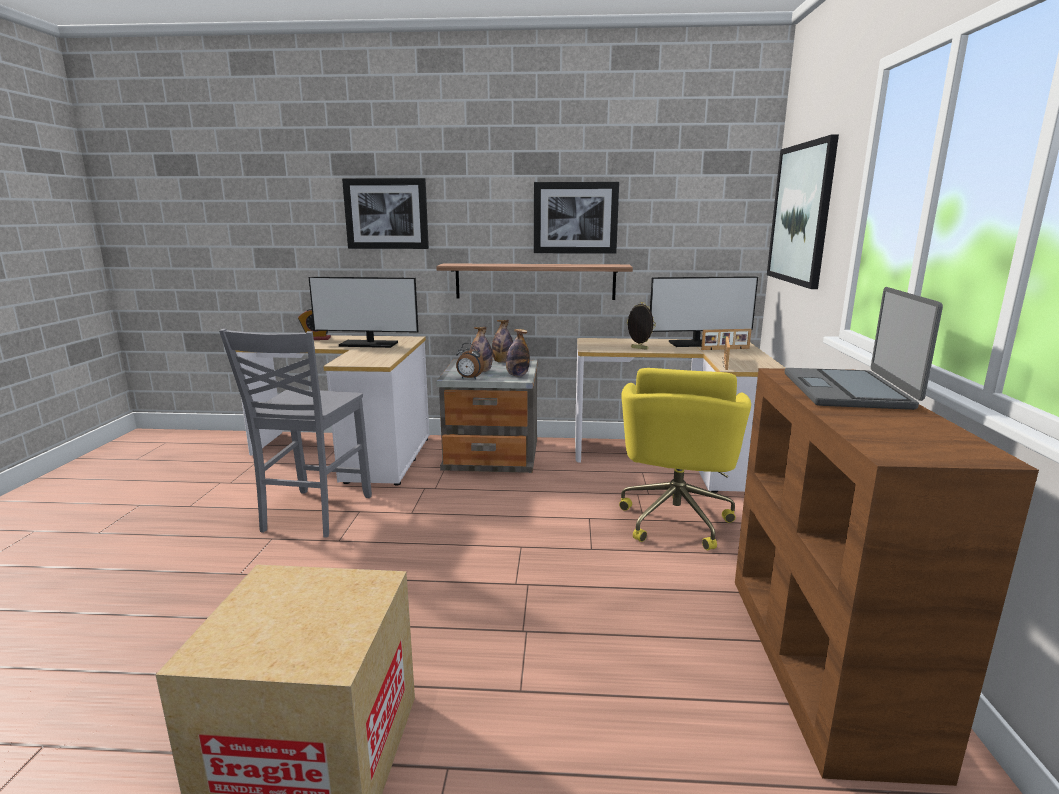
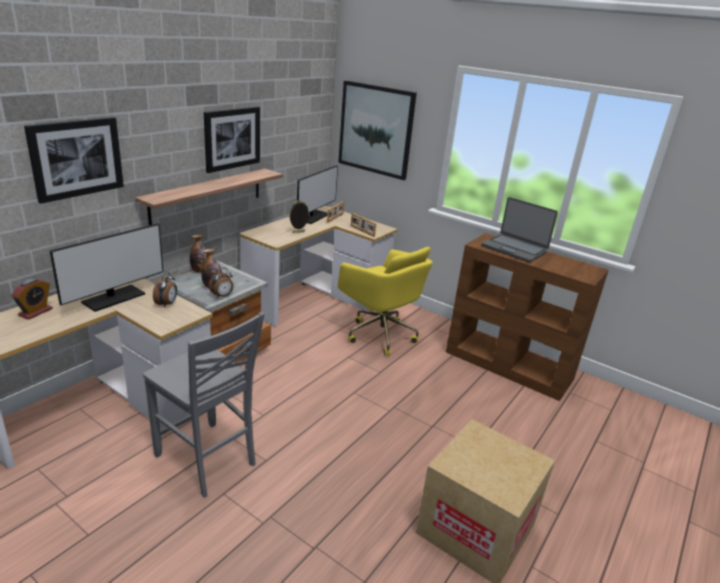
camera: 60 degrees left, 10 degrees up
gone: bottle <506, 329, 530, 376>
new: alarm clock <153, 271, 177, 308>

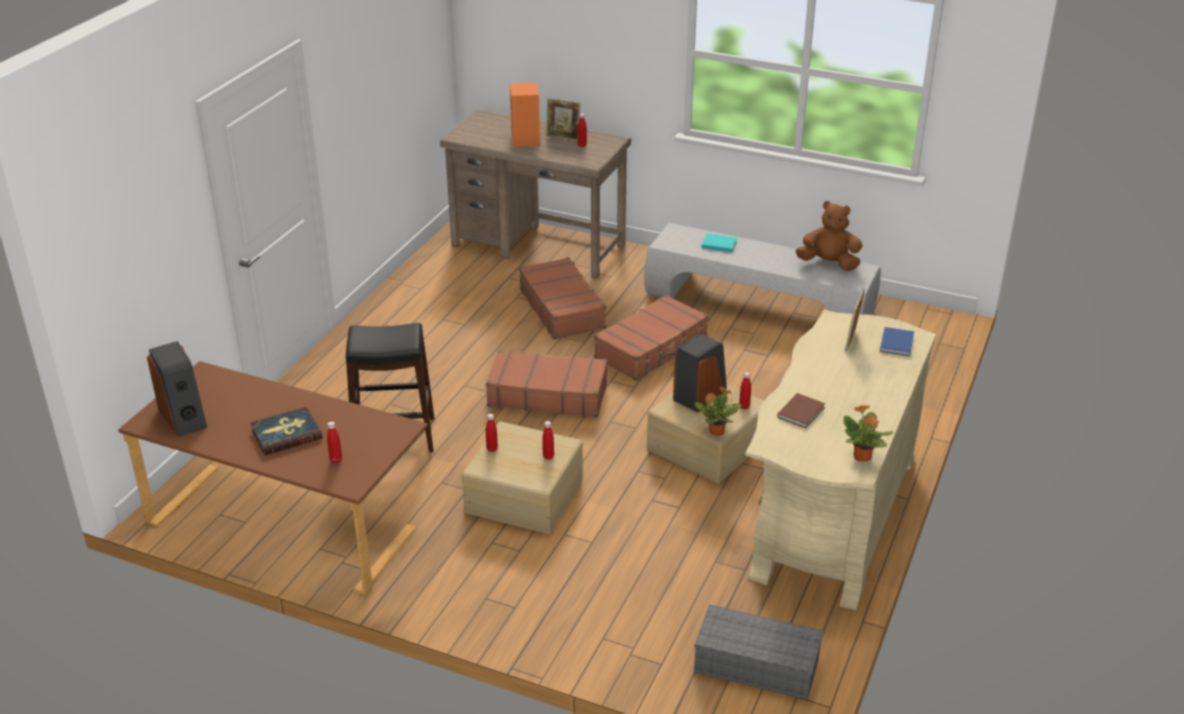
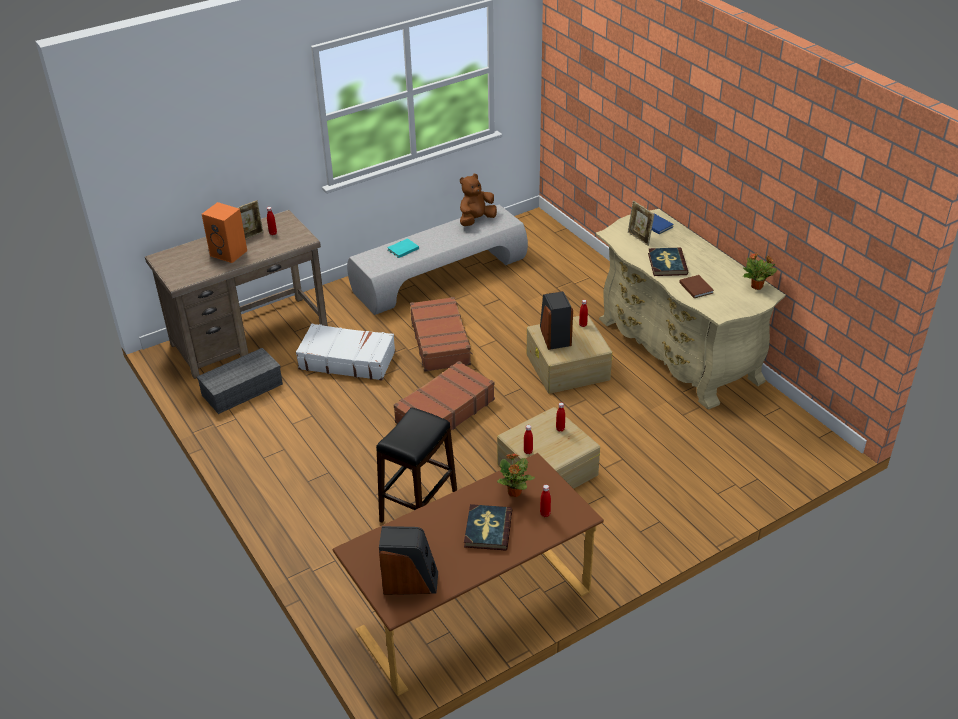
camera: 55 degrees left, 5 degrees up
new: book <648, 248, 689, 276>
shifted: potted plant <694, 387, 741, 436> to <497, 453, 535, 497>; grey storage box <694, 604, 823, 700> to <197, 348, 283, 414>
repainted: brown suitcase <519, 257, 606, 340> to white suitcase <296, 324, 395, 380>

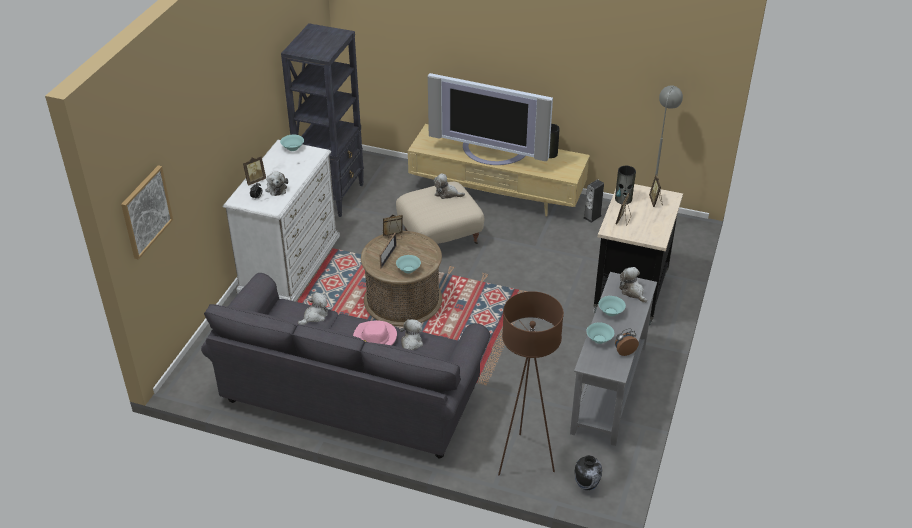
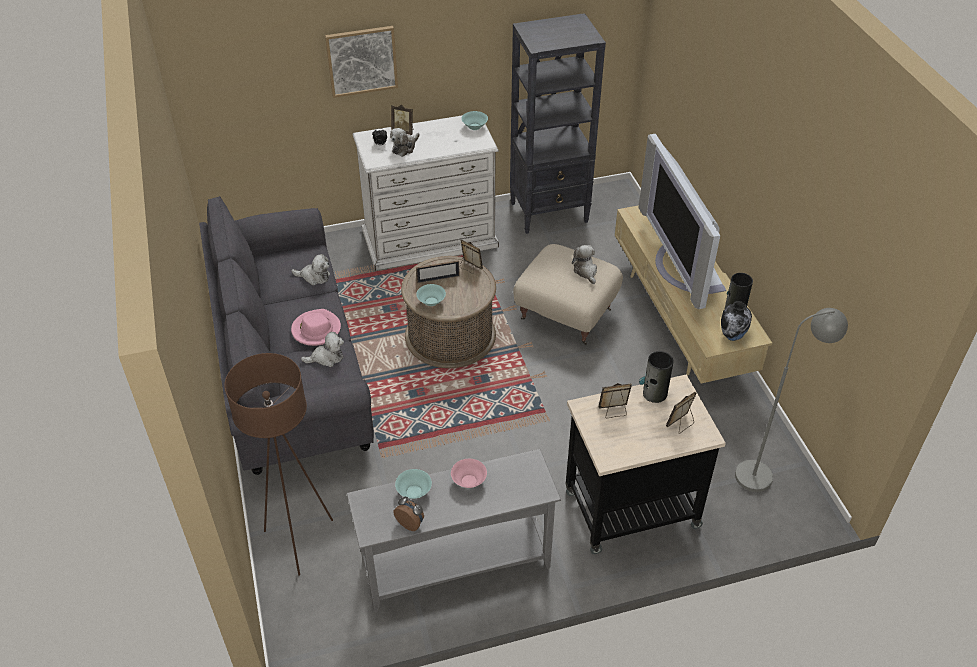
camera: 55 degrees right, 5 degrees up
gone: speaker <583, 179, 604, 223>; plush toy <619, 267, 647, 303>
shifted: picture <121, 165, 173, 260> to <325, 26, 398, 98>; vase <574, 455, 602, 490> to <721, 301, 752, 341>
repainted: turquoise bowl <598, 296, 626, 316> to pink bowl <451, 459, 487, 488>

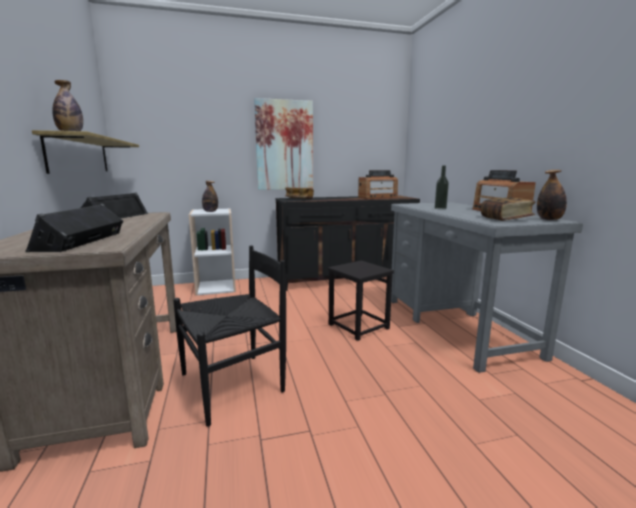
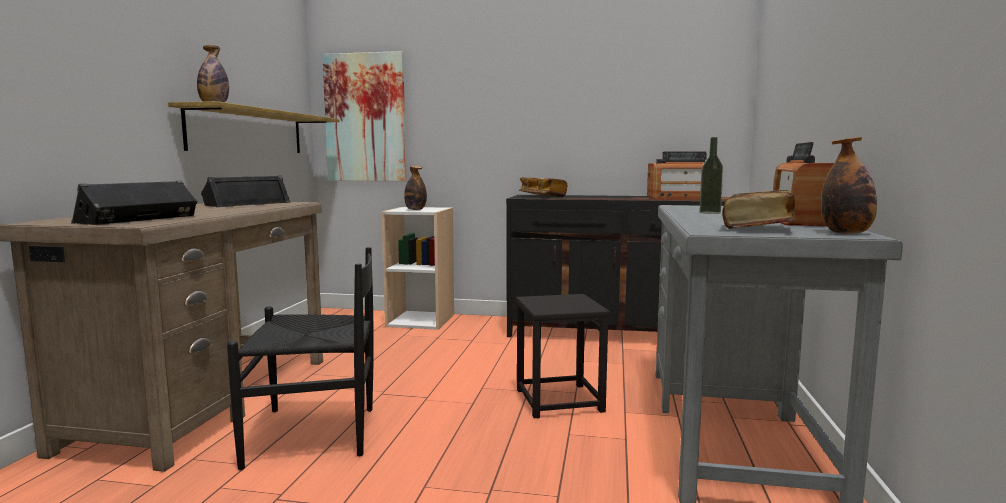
camera: 25 degrees right, 5 degrees down
shifted: picture <254, 98, 313, 190> to <322, 51, 406, 181>

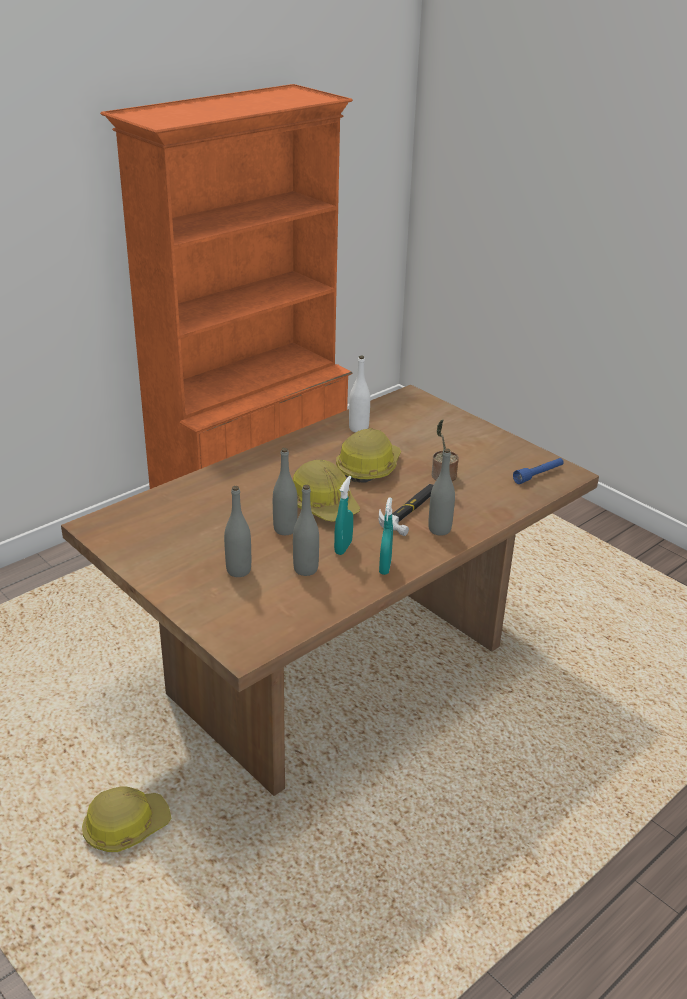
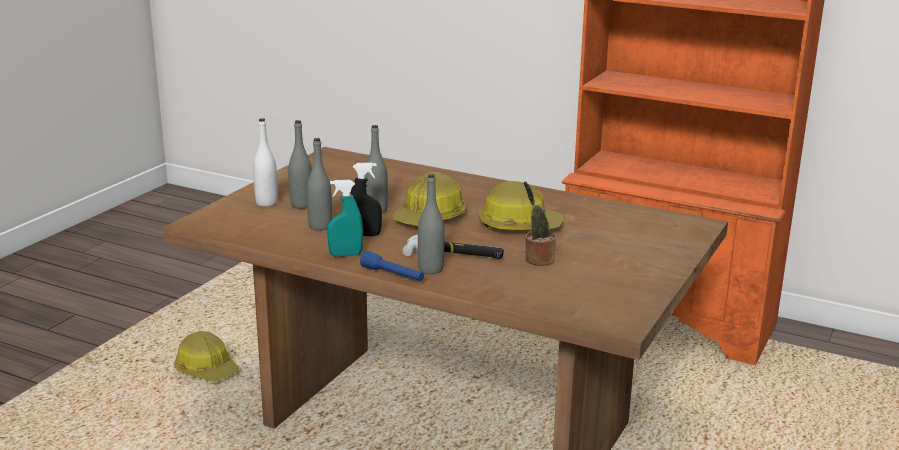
camera: 70 degrees right, 10 degrees down
shifted: white bottle <349, 356, 370, 433> to <253, 118, 278, 207>; blue flashlight <513, 458, 564, 484> to <360, 251, 424, 281>
repainted: turquoise spray bottle <334, 476, 353, 555> to black spray bottle <350, 163, 382, 236>

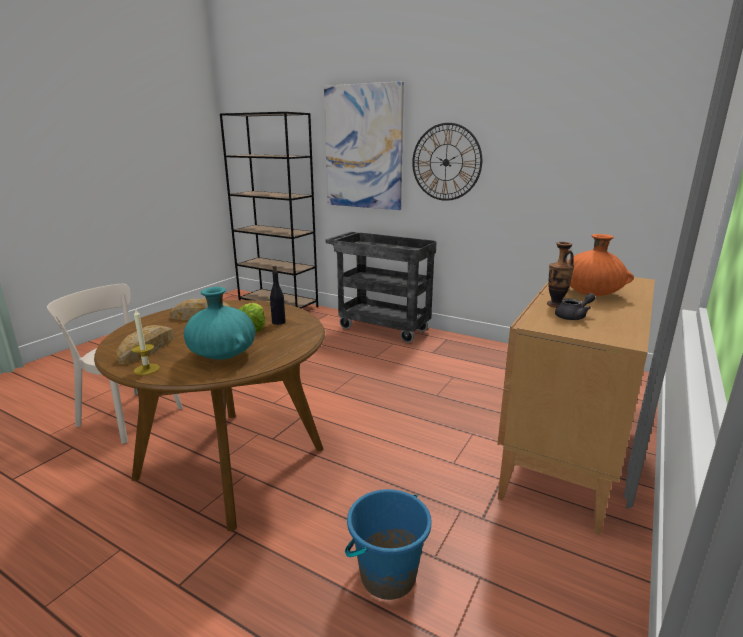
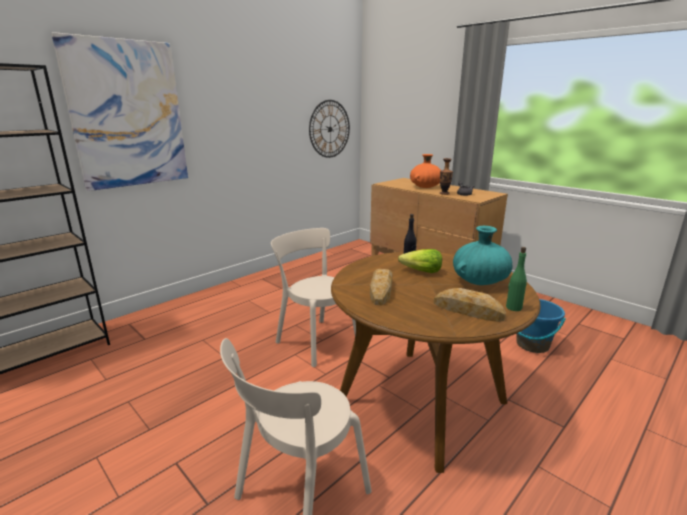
camera: 75 degrees left, 0 degrees up
gone: black cart <326, 232, 437, 343>
new: beige chair <271, 228, 356, 367>
shifted: wall clock <412, 123, 482, 201> to <309, 100, 350, 158>
swapped: candle <132, 308, 160, 375> to green bottle <506, 247, 527, 311>

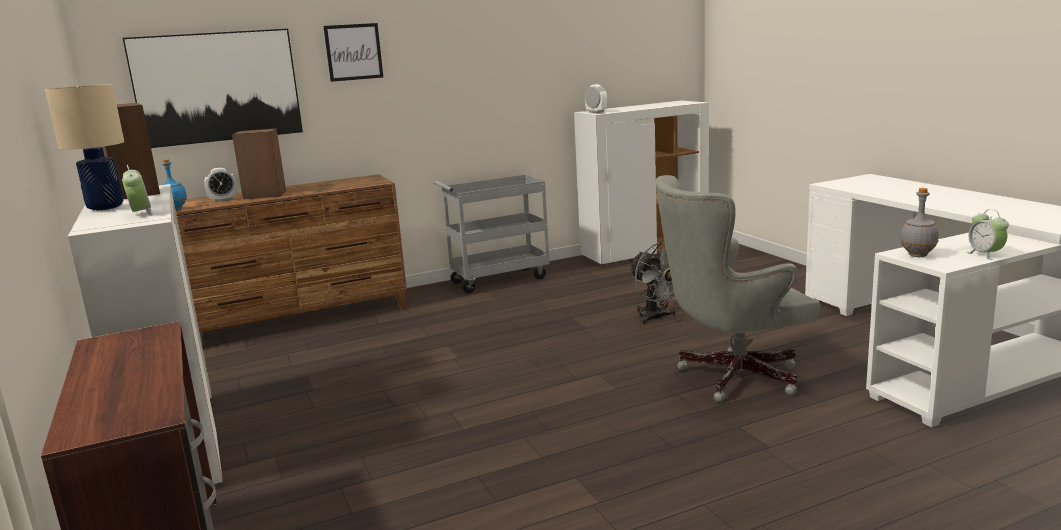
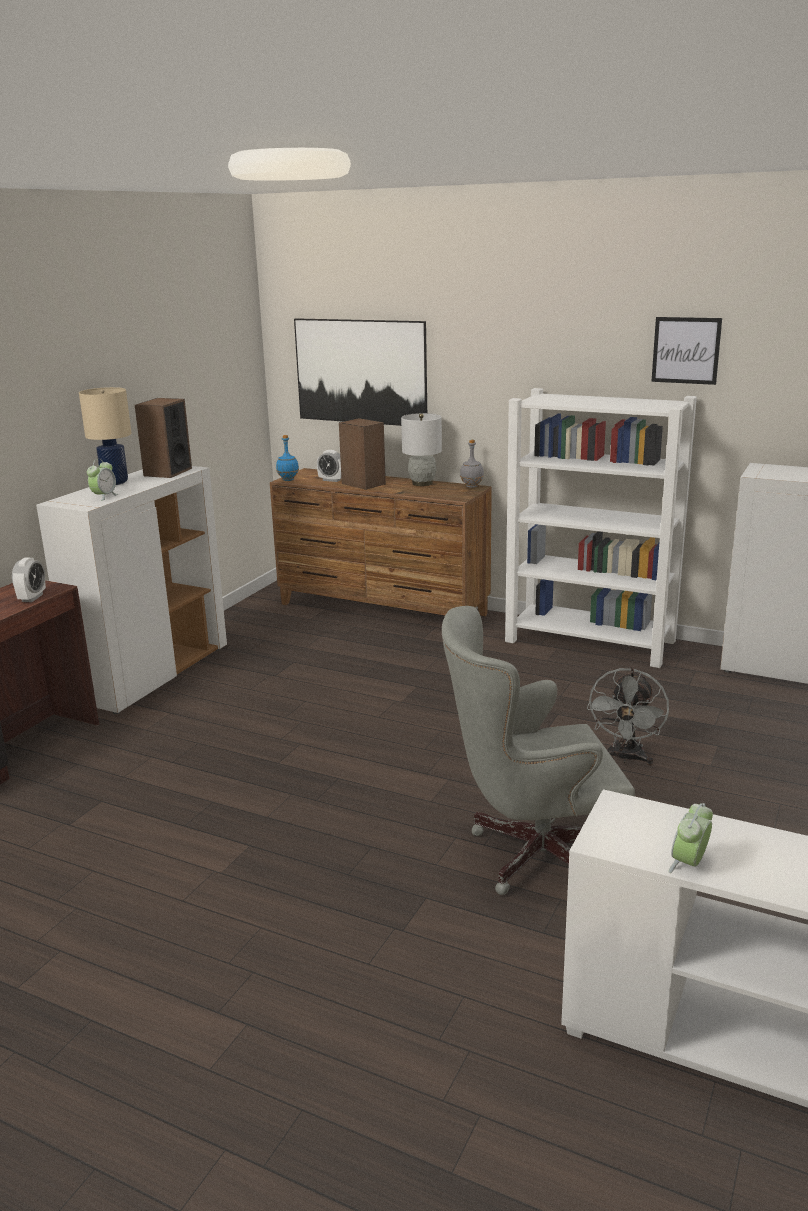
camera: 50 degrees right, 5 degrees up
new: white table lamp <401, 413, 442, 486>
shifted: picture <323, 23, 383, 82> to <651, 317, 722, 385>; alarm clock <585, 84, 607, 113> to <12, 557, 46, 602>; grey bottle <900, 188, 939, 257> to <460, 440, 484, 488>
swapped: grey cart <433, 175, 550, 293> to white bookcase <505, 388, 697, 668>
rotated: grey office chair <656, 175, 820, 402> = <442, 606, 635, 895> 45 degrees counterclockwise

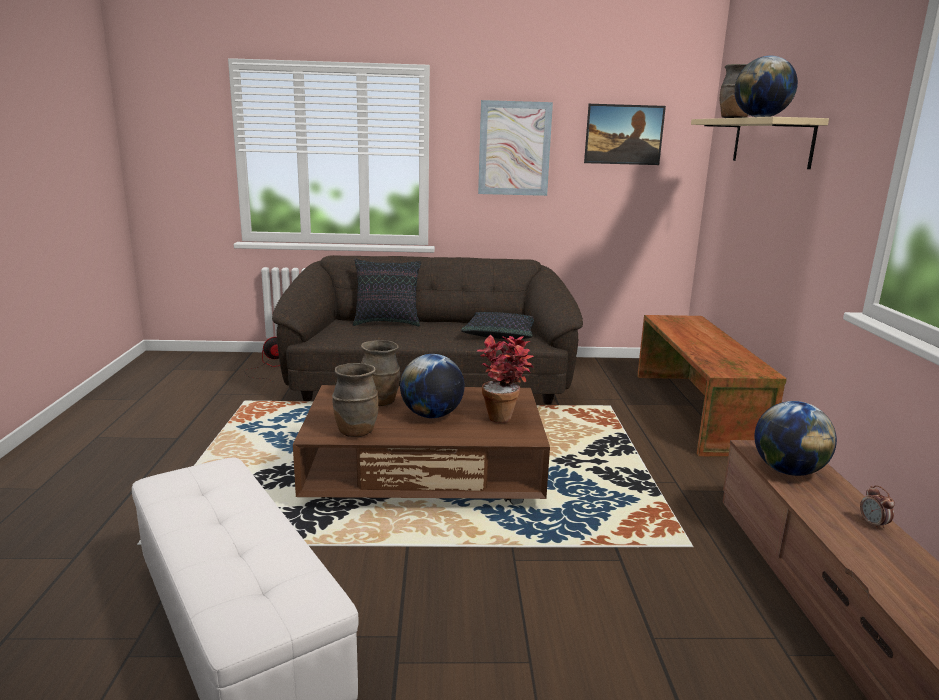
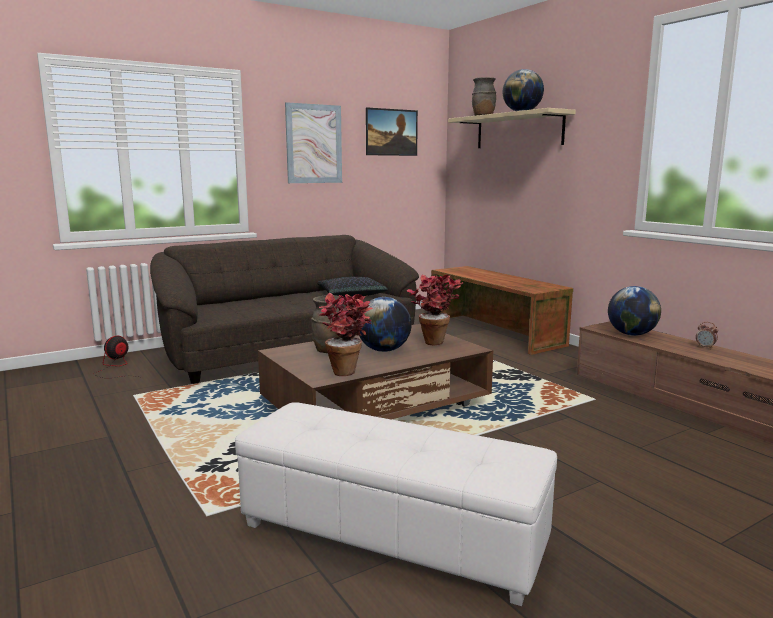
camera: 30 degrees left, 5 degrees down
gone: black pillow <353, 259, 421, 326>
swapped: brown vase <332, 363, 379, 437> to potted plant <319, 293, 373, 376>

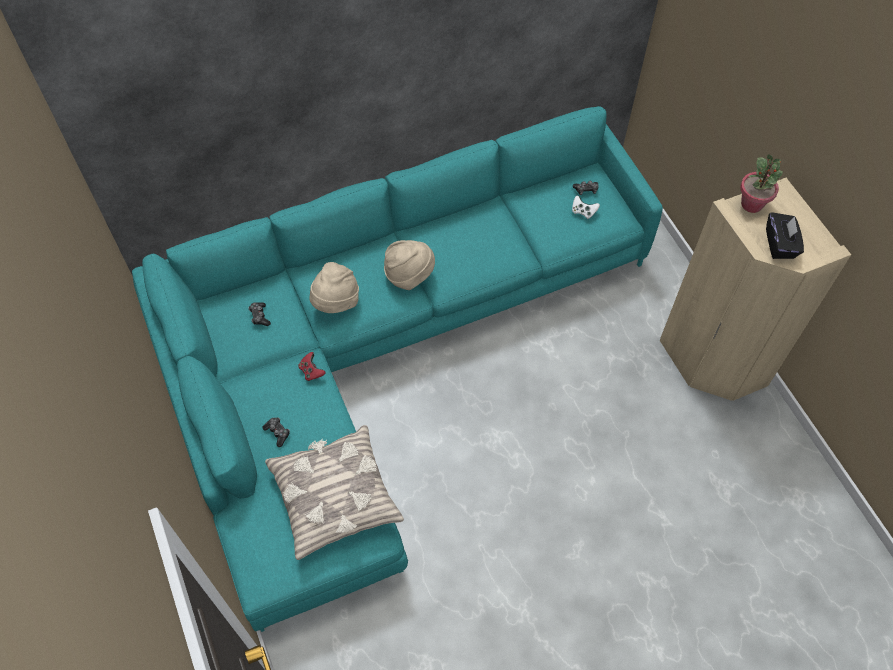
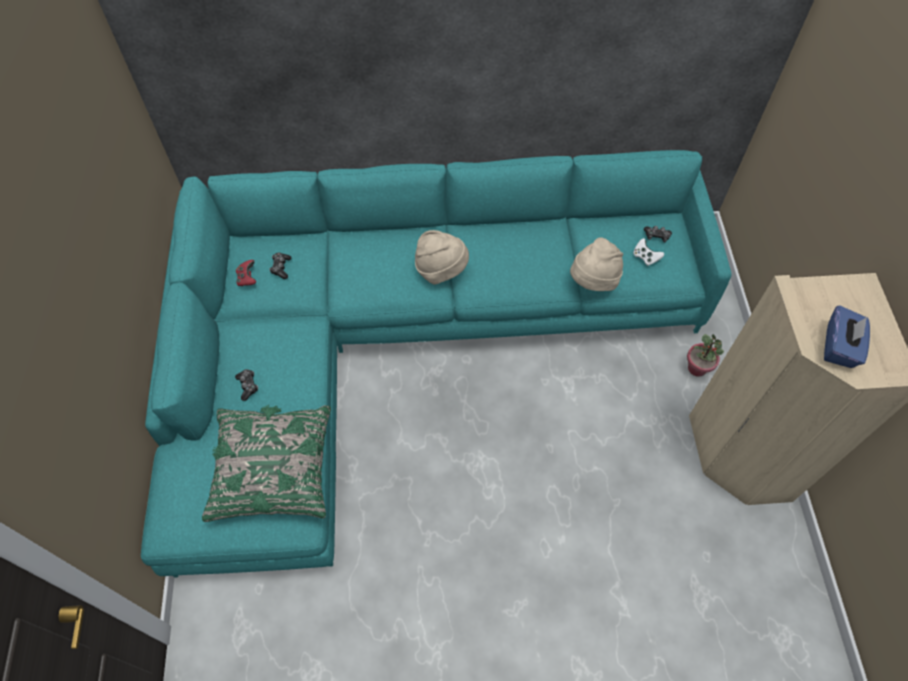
camera: 20 degrees right, 0 degrees up
shifted: red game controller <299, 352, 326, 381> to <236, 260, 256, 286>; beige hat <309, 262, 359, 313> to <570, 237, 623, 291>; potted plant <740, 154, 783, 213> to <687, 334, 724, 377>
repainted: beige pillow <265, 425, 404, 560> to green pillow <202, 405, 331, 522>; black tissue box <766, 212, 804, 259> to blue tissue box <824, 305, 870, 368>

